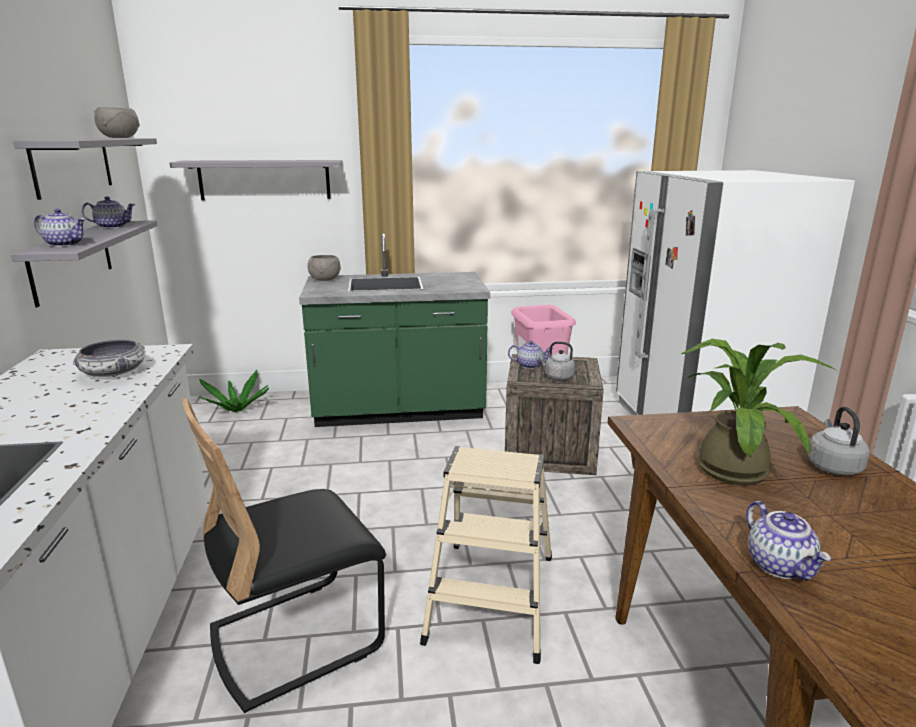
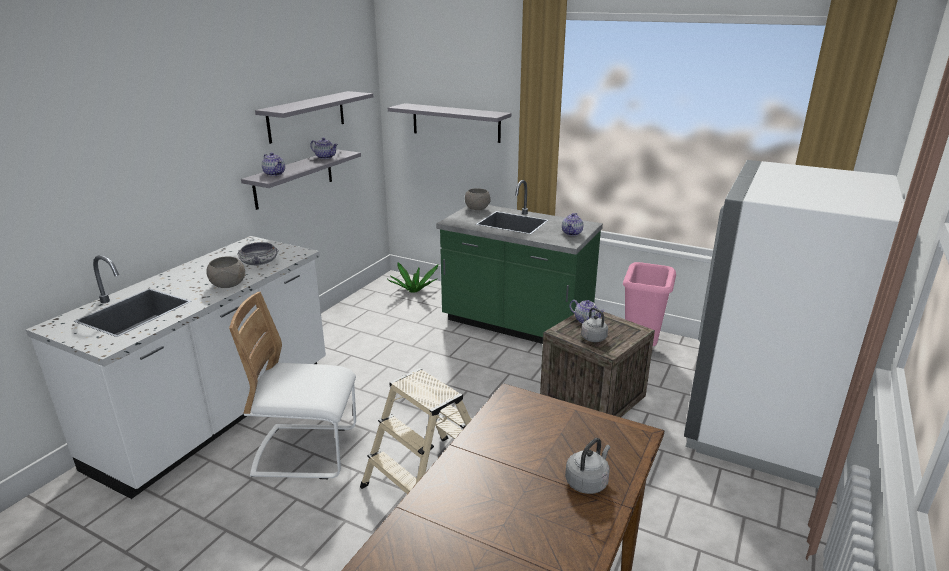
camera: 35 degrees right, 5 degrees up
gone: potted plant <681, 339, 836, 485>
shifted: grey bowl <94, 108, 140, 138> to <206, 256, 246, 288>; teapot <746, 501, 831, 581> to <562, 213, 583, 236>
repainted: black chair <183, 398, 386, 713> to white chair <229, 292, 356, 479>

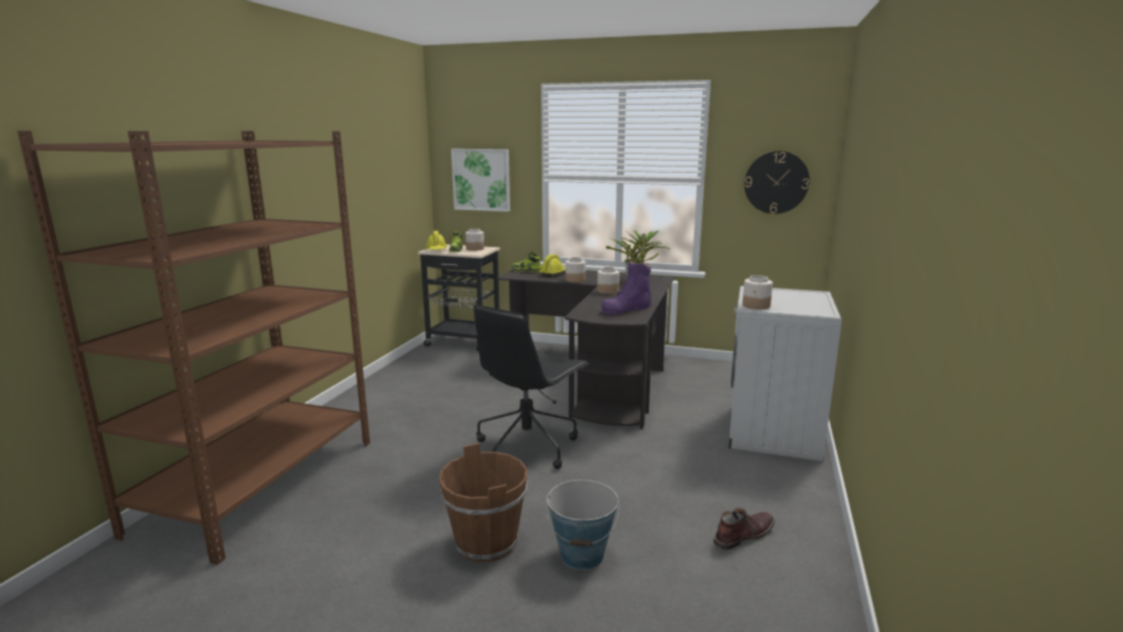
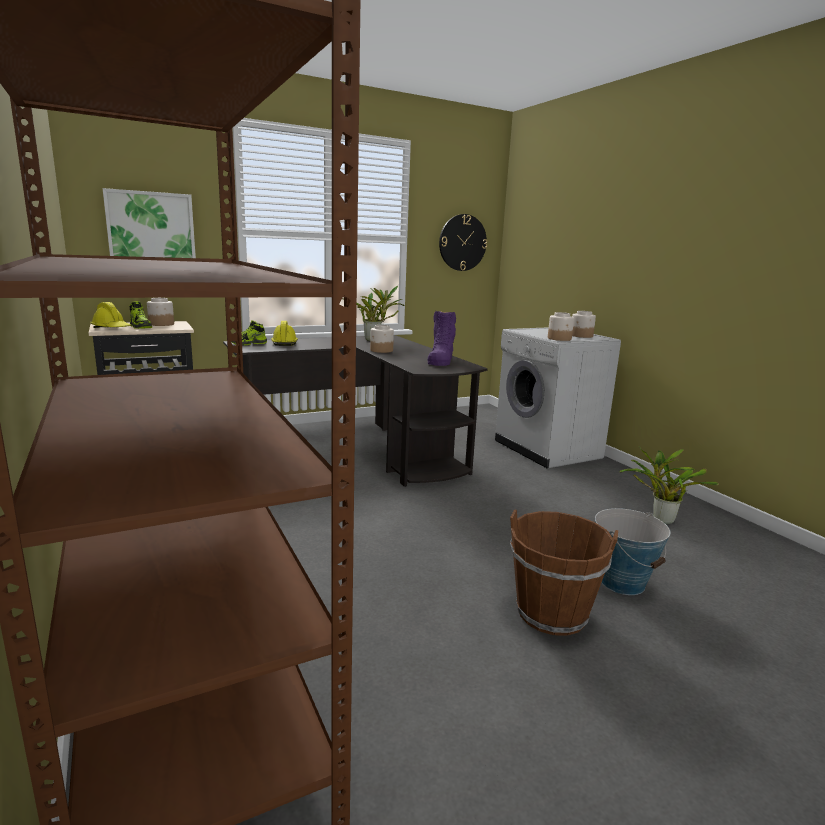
camera: 45 degrees left, 0 degrees up
gone: black office chair <474, 304, 589, 469>
shifted: jar <565, 257, 586, 282> to <572, 311, 596, 338>
swapped: brown boot <713, 508, 775, 550> to potted plant <620, 446, 719, 524>

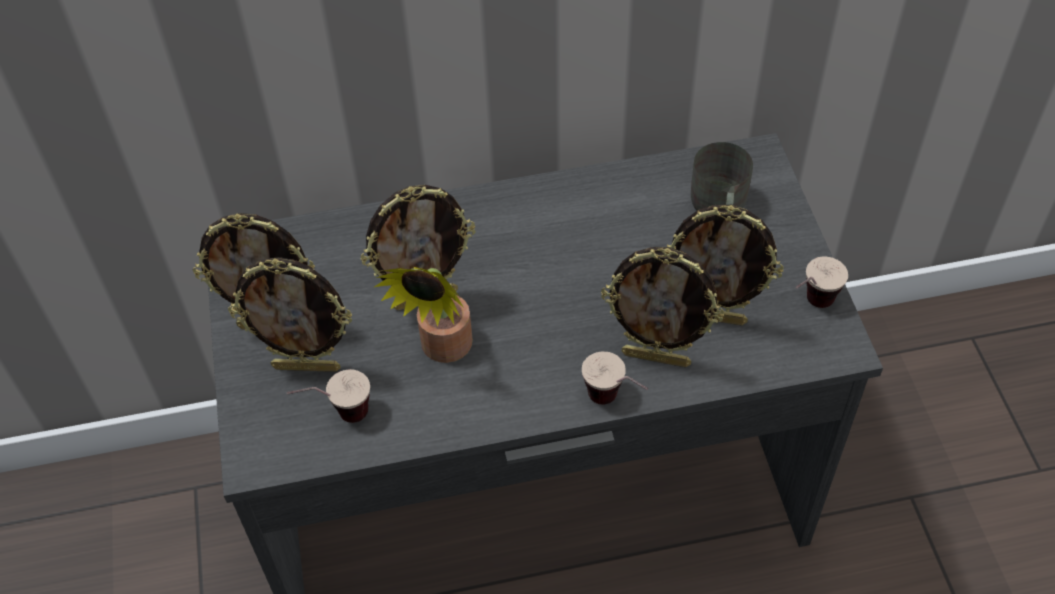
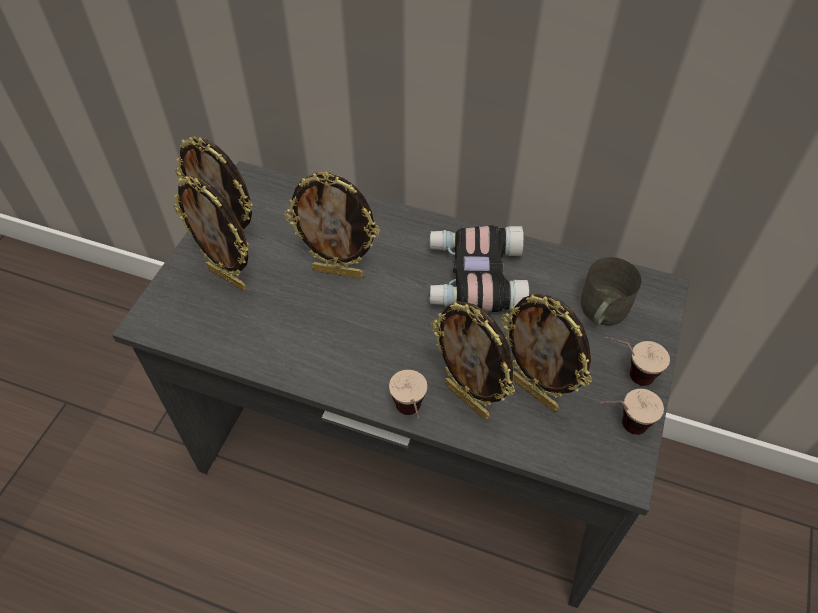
camera: 30 degrees right, 0 degrees up
gone: potted plant <375, 267, 473, 363>
new: binoculars <430, 225, 529, 312>
shifted: cup <287, 369, 370, 423> to <606, 336, 670, 386>

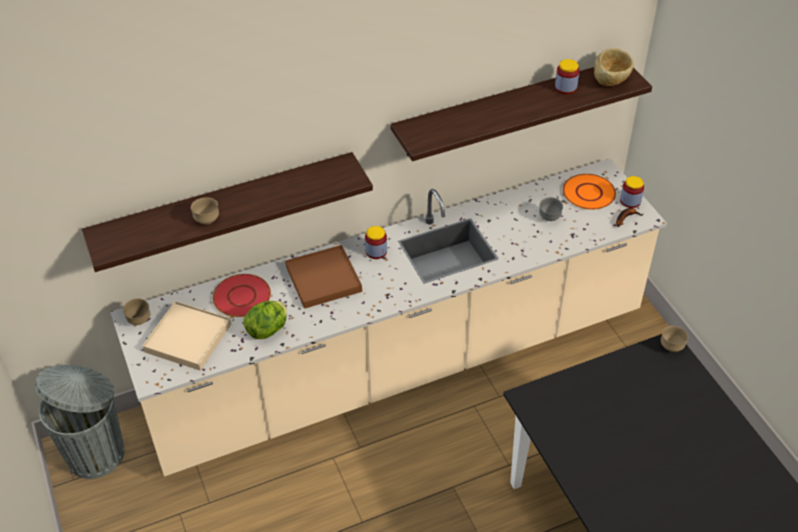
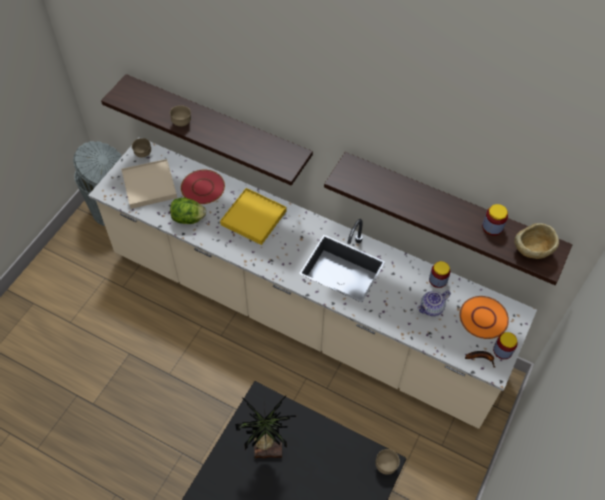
camera: 50 degrees right, 10 degrees up
new: potted plant <235, 395, 296, 459>
shifted: jar <365, 226, 387, 259> to <429, 261, 450, 288>
swapped: grey bowl <539, 197, 563, 221> to teapot <417, 290, 451, 316>
repainted: brown tray <285, 245, 362, 309> to yellow tray <220, 188, 286, 245>

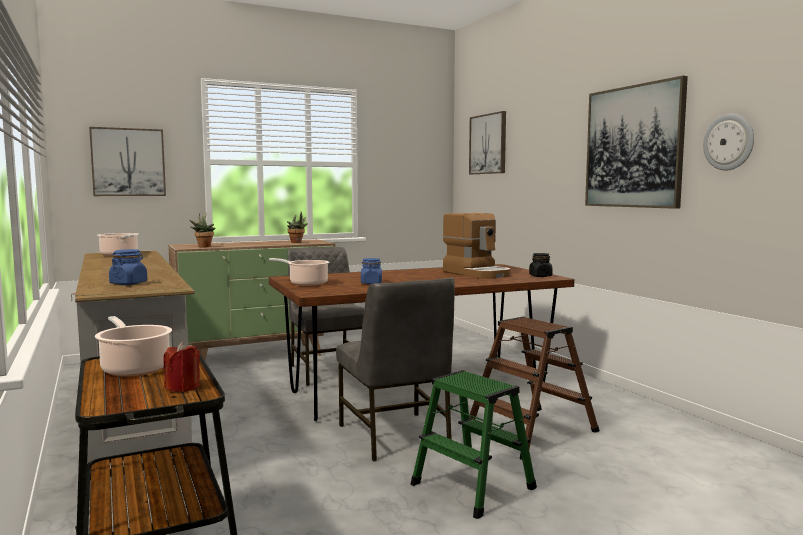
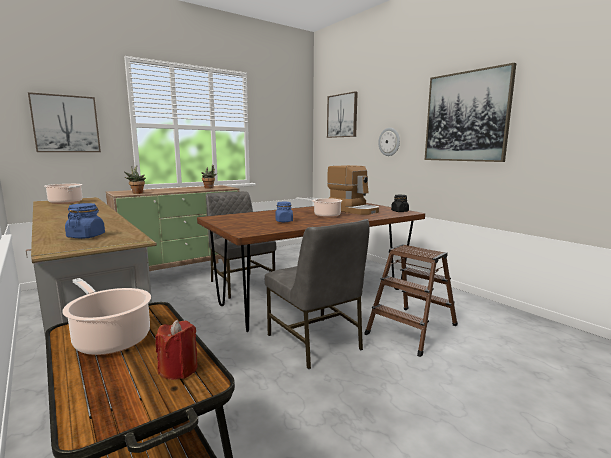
camera: 10 degrees left, 5 degrees up
gone: green step ladder <411, 370, 537, 519>
shifted: cooking pot <269, 258, 329, 286> to <296, 198, 342, 217>; wall clock <703, 114, 754, 171> to <378, 128, 400, 156>

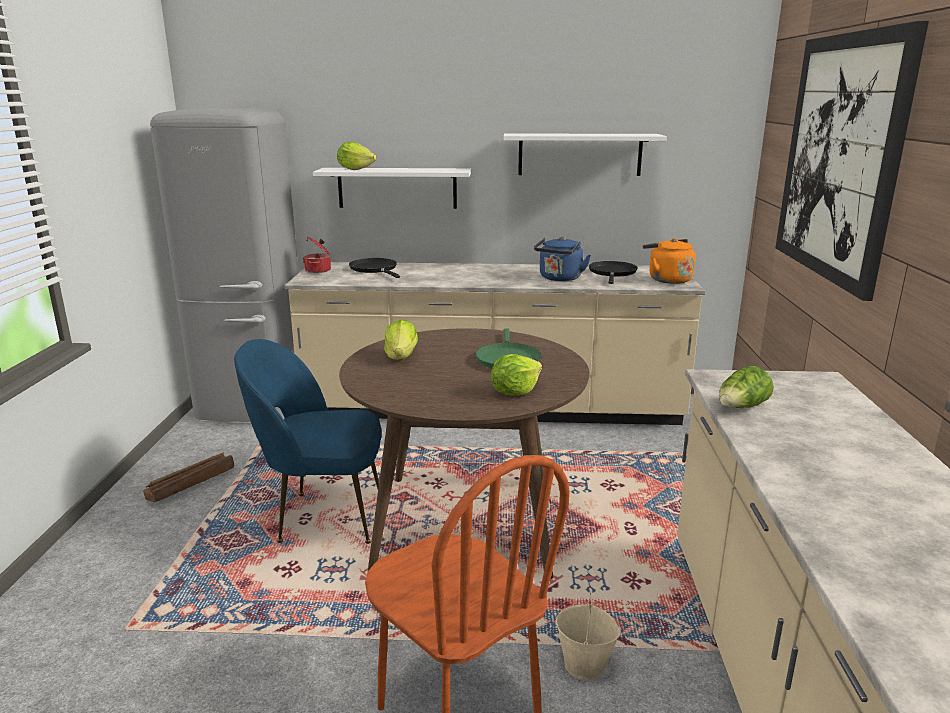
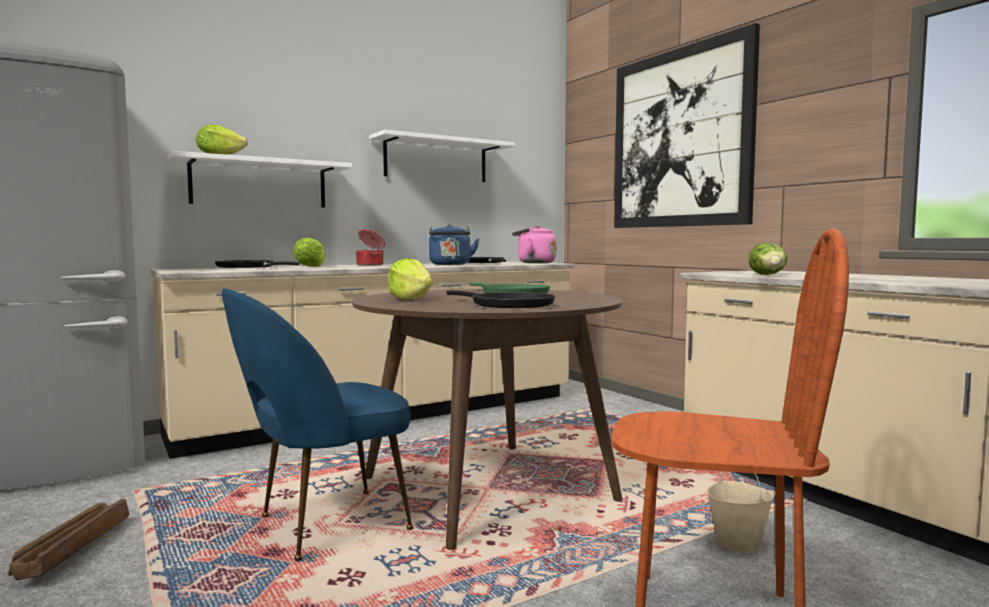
camera: 35 degrees left, 15 degrees down
new: black frying pan <446, 290, 555, 308>
shifted: cooking pot <303, 237, 331, 273> to <356, 229, 385, 266>; lettuce <490, 354, 542, 395> to <293, 238, 325, 267>
repainted: orange kettle <643, 238, 696, 284> to pink kettle <512, 225, 556, 263>

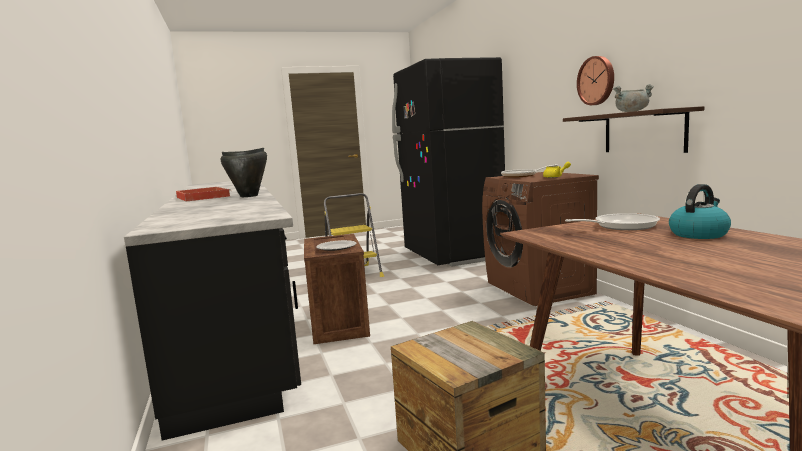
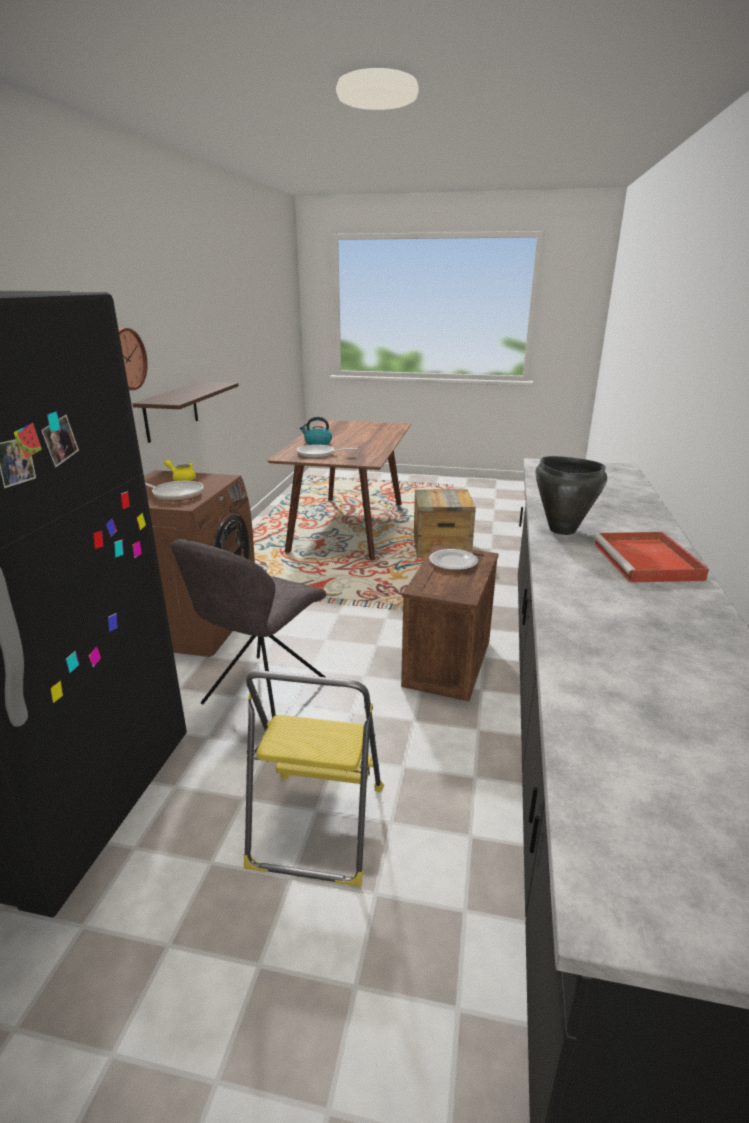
camera: 150 degrees left, 15 degrees up
gone: grey cooking pot <613, 84, 654, 112>
new: grey chair <171, 539, 326, 718>

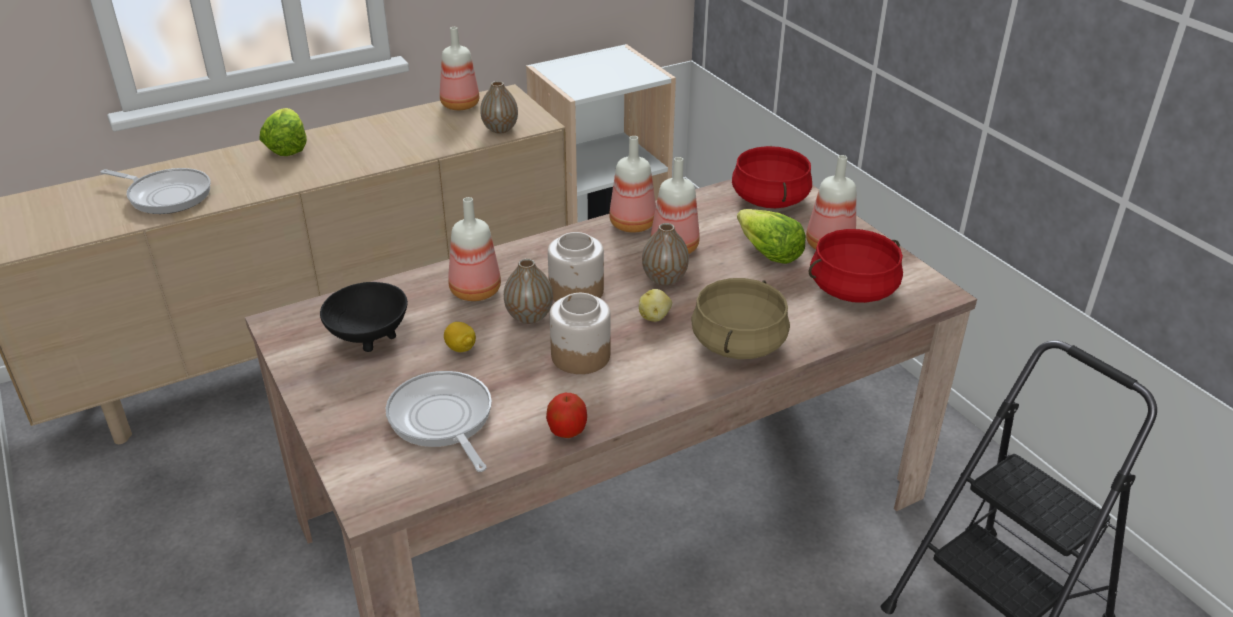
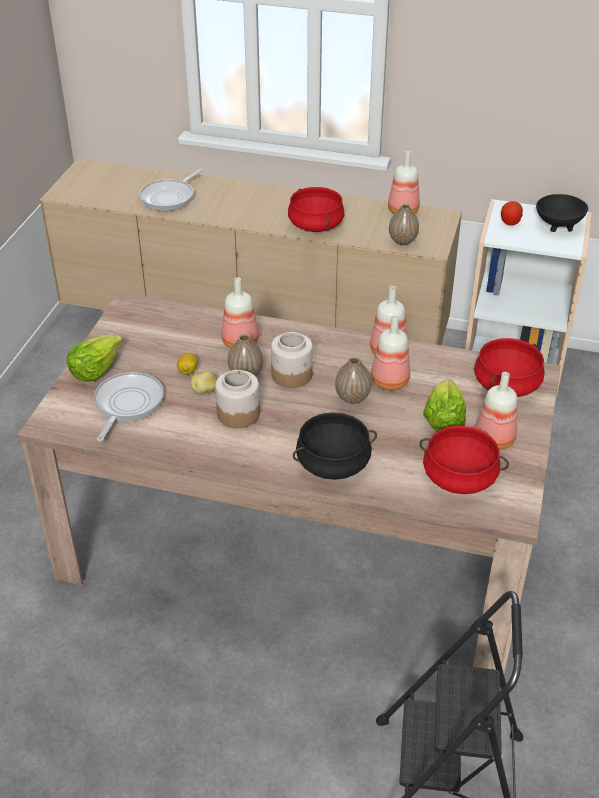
camera: 45 degrees right, 5 degrees up
new: red cooking pot <288, 187, 344, 232>
shifted: lettuce <259, 108, 307, 156> to <67, 335, 123, 382>; black bowl <320, 282, 408, 352> to <536, 194, 588, 232>; apple <546, 393, 587, 438> to <501, 201, 523, 226>; potato <639, 289, 672, 322> to <191, 371, 216, 394>
repainted: beige cooking pot <691, 278, 790, 359> to black cooking pot <293, 412, 377, 480>
rotated: frying pan <101, 168, 211, 214> = <139, 169, 204, 211> 60 degrees clockwise

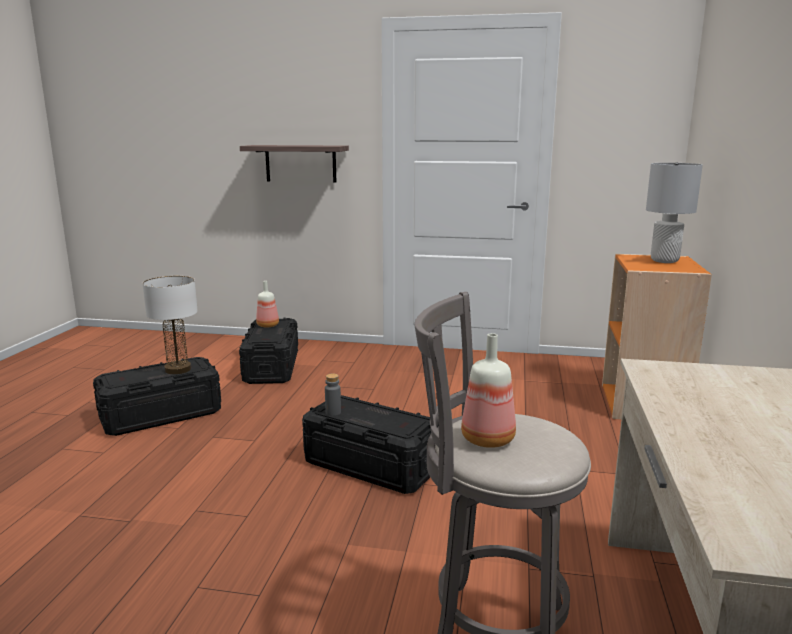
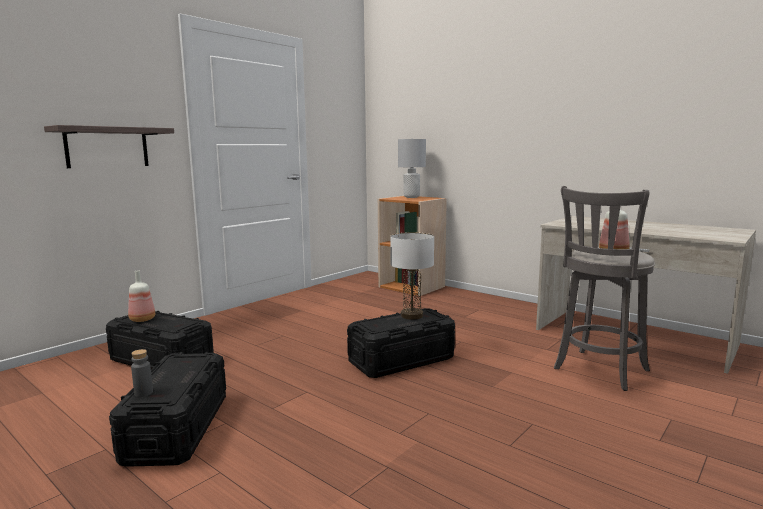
camera: 60 degrees left, 5 degrees down
shifted: table lamp <142, 276, 198, 374> to <390, 232, 434, 320>; grey bottle <325, 373, 341, 416> to <131, 349, 153, 397>

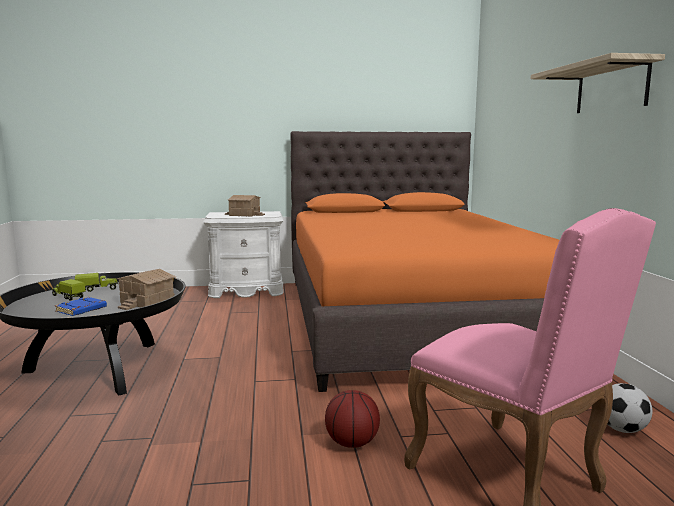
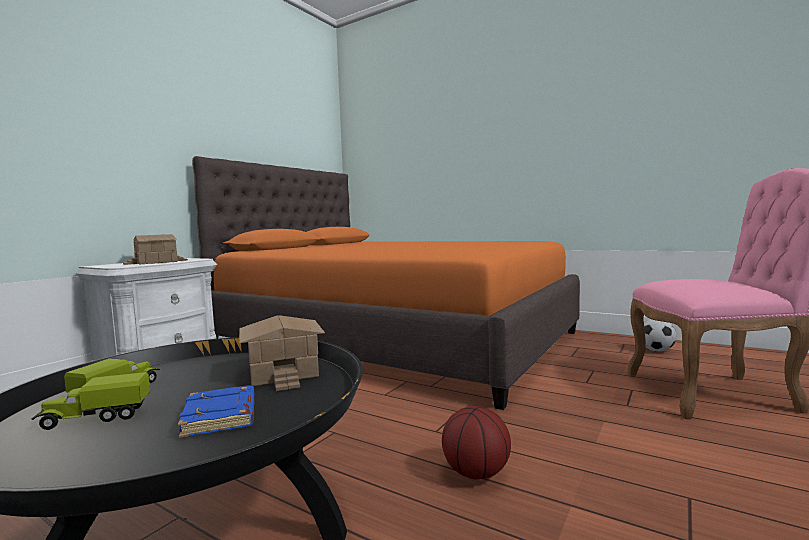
camera: 50 degrees left, 5 degrees down
gone: shelf <531, 53, 665, 113>
shifted: basketball <325, 390, 380, 448> to <442, 406, 511, 479>

